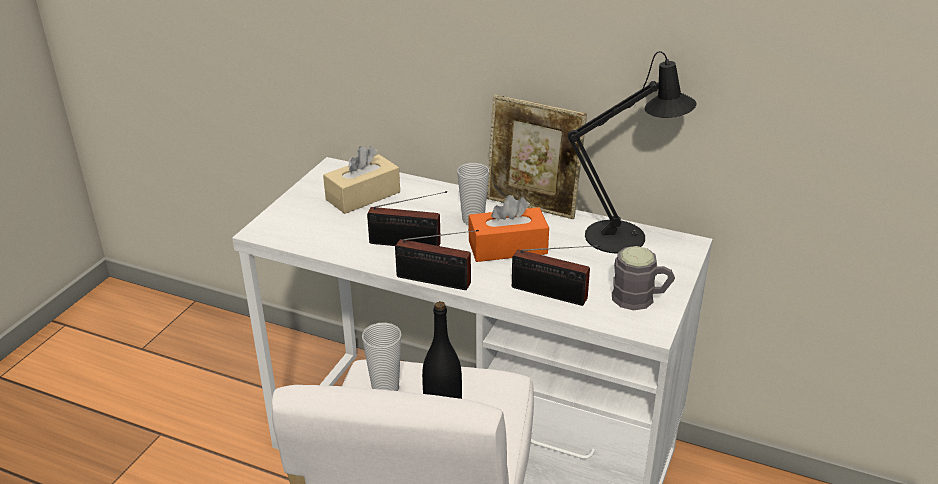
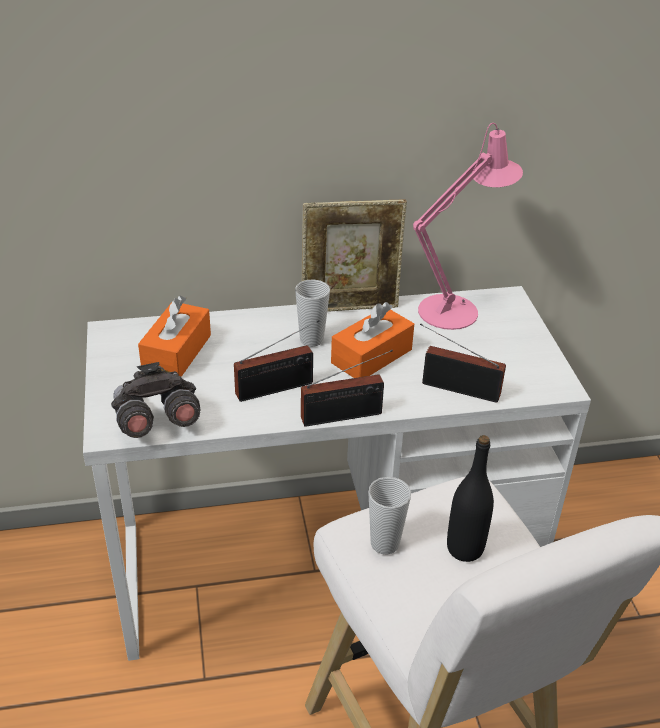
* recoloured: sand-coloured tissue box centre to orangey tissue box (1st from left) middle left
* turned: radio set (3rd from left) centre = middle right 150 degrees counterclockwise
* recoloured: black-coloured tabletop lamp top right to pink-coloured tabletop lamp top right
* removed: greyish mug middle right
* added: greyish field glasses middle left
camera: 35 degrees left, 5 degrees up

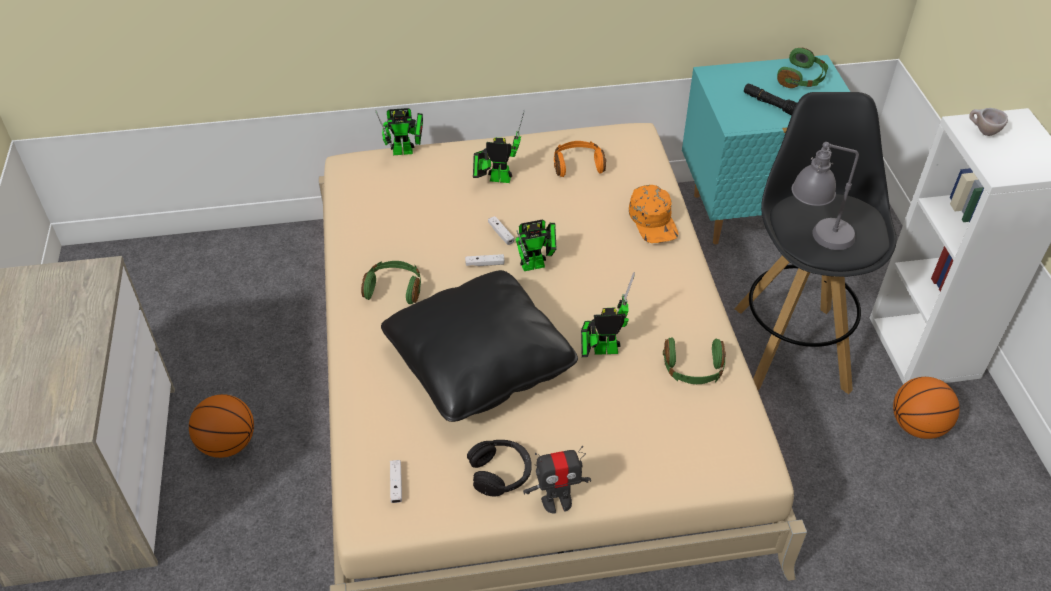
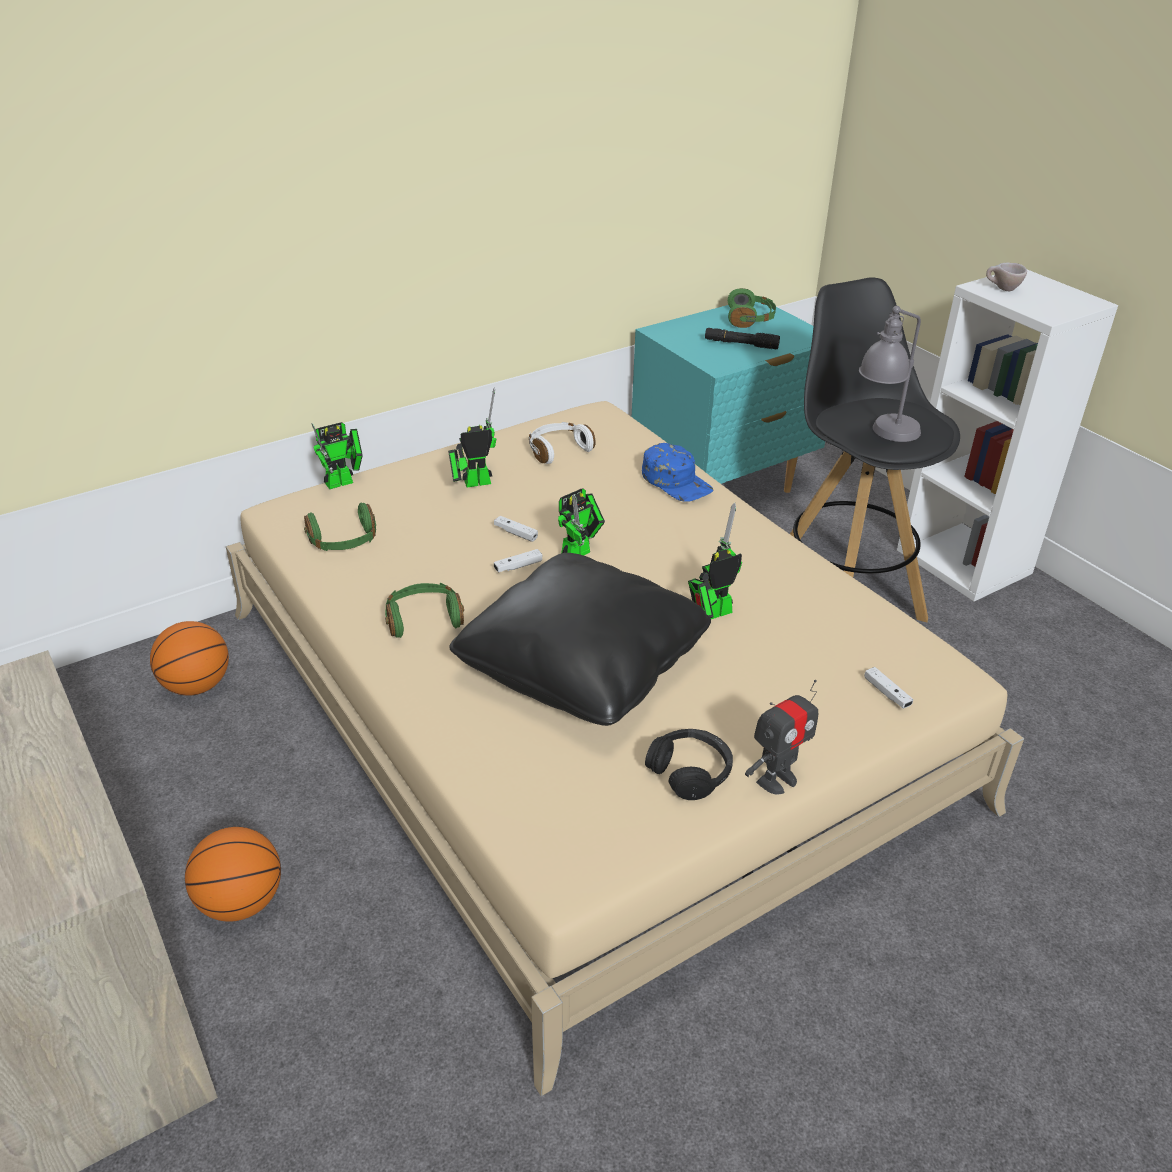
* moved: white joypad (1st from left in the first image) bottom centre to white joypad (3rd from left) middle right
* recoloured: orangey headphones top centre to white headphones centre
* recoloured: orangey peaked cap centre to bluish peaked cap centre
* moved: greenish headphones (2nd from left in the first image) centre to greenish headphones (1st from left) middle left
* moved: ball for basketball (2nd from left in the first image) bottom right to ball for basketball (1st from left) middle left
camera: 25 degrees left, 10 degrees down

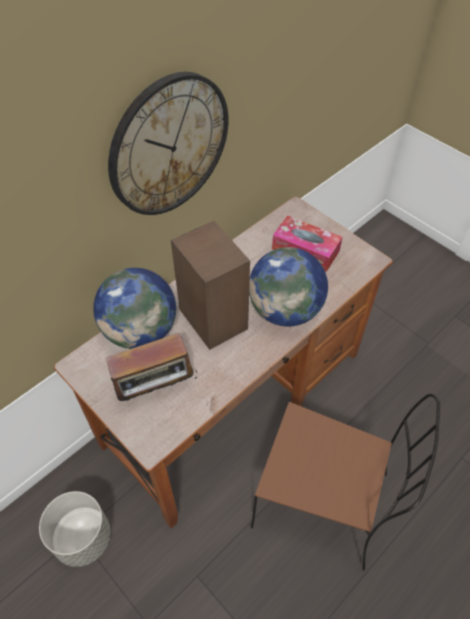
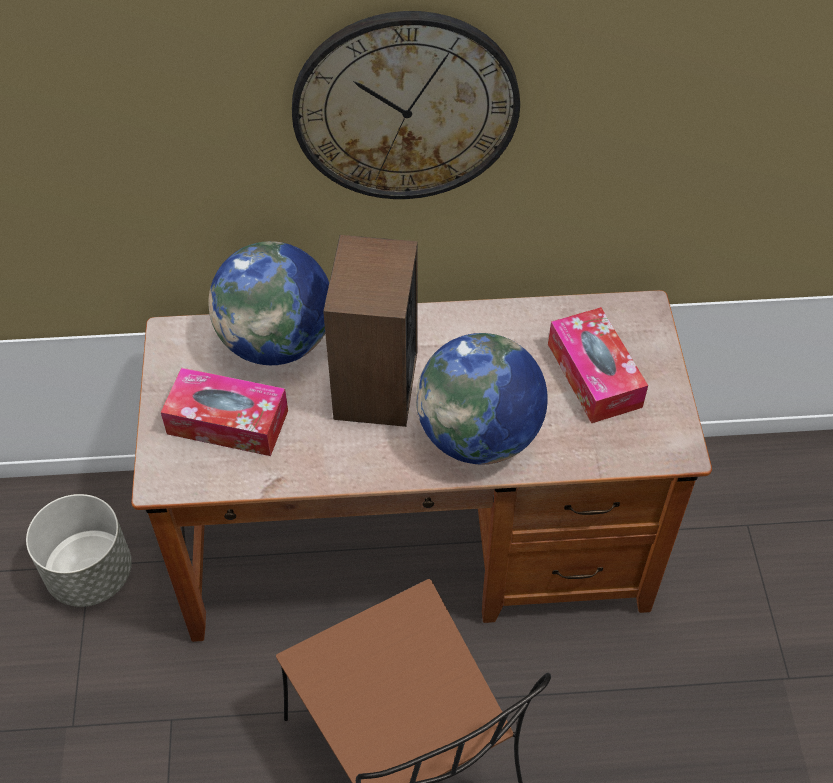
* replaced: radio set middle left to tissue box (1st from left) middle left
camera: 40 degrees right, 0 degrees up

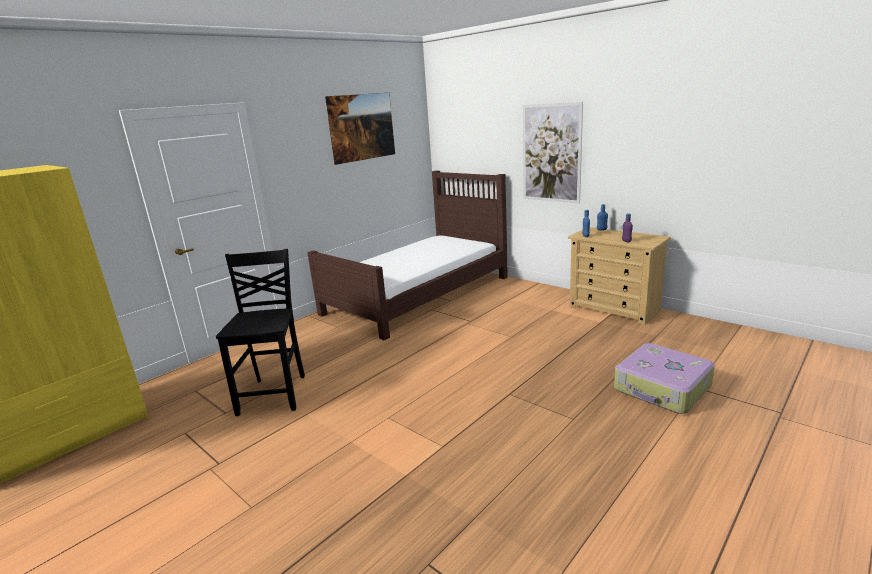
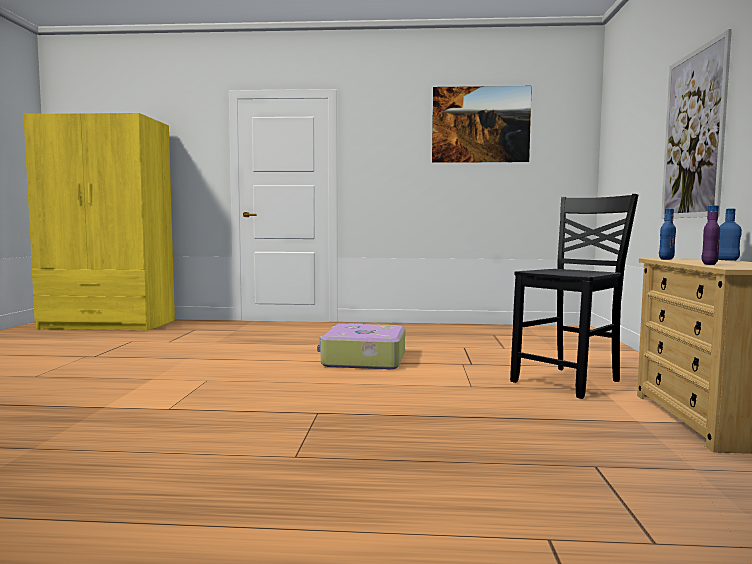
* moved: black-coloured plain chair middle left to middle right
* removed: brown-coloured bed centre
* moved: suitcase middle right to centre
camera: 50 degrees right, 15 degrees down

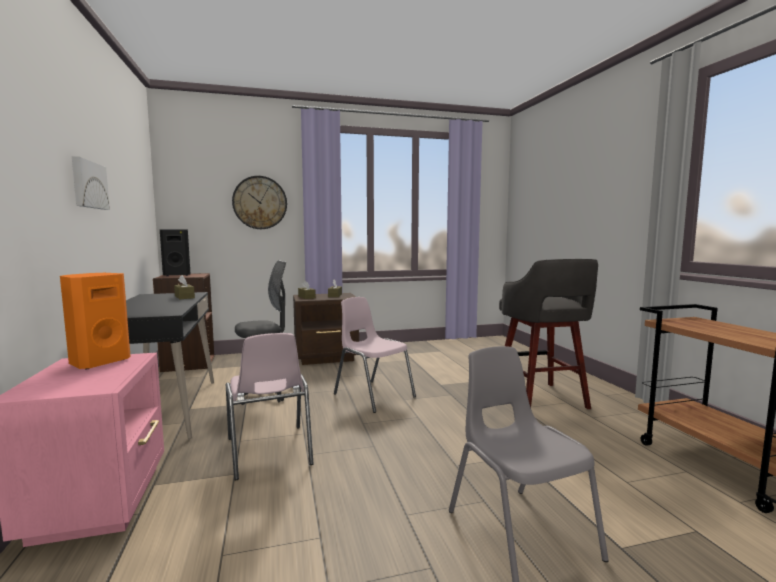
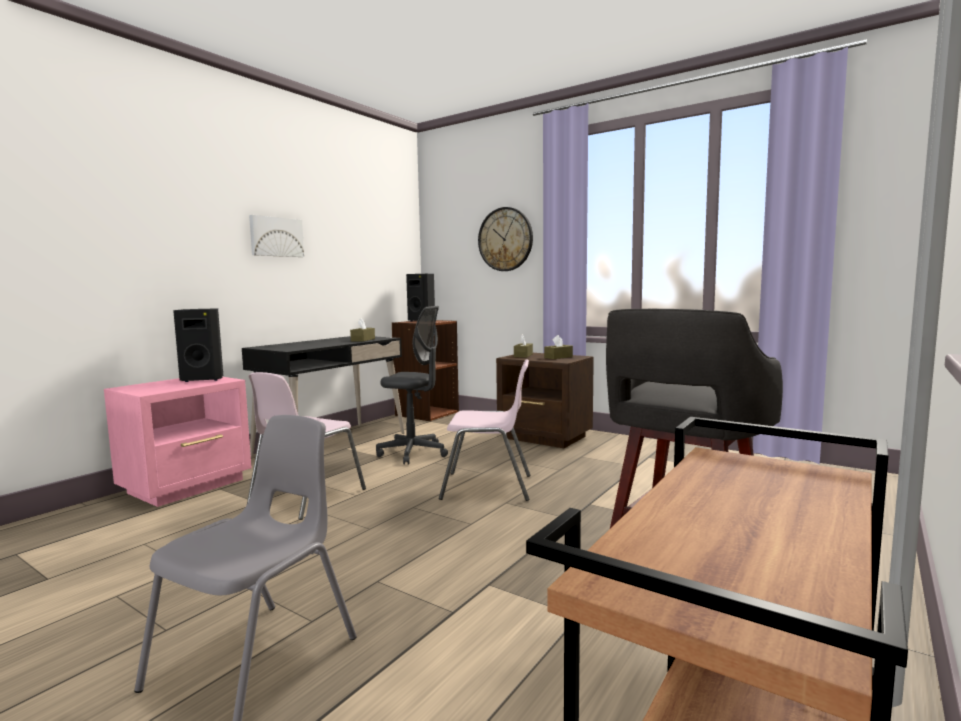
* recoloured: orangey audio speaker middle left to black-coloured audio speaker (1st from left) middle left
* turned: pink-coloured plain chair (2nd from left) centre = centre 90 degrees clockwise
camera: 50 degrees right, 0 degrees up

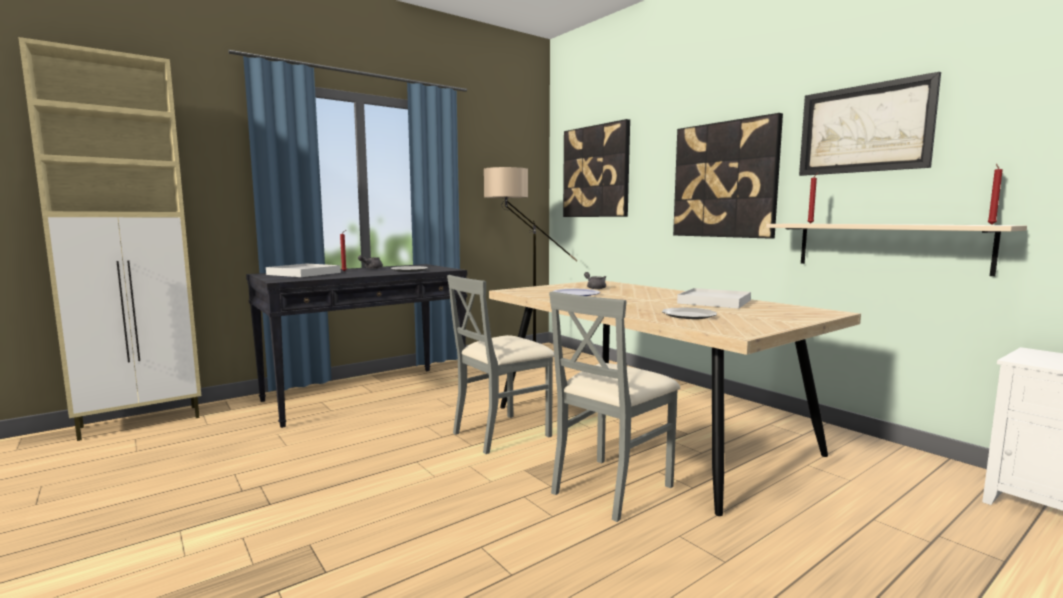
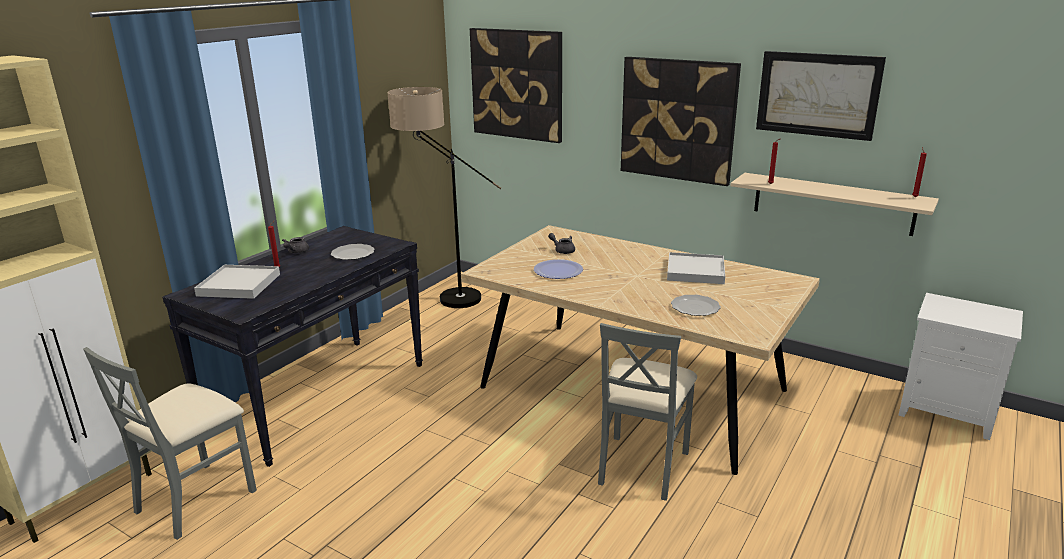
* moved: greyish plain chair (1st from left) centre to bottom left
camera: 20 degrees left, 15 degrees up

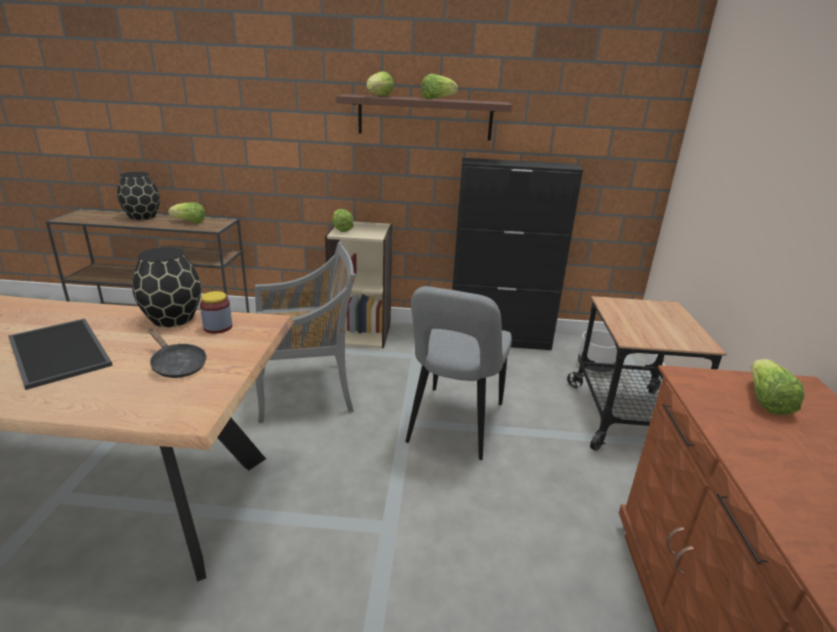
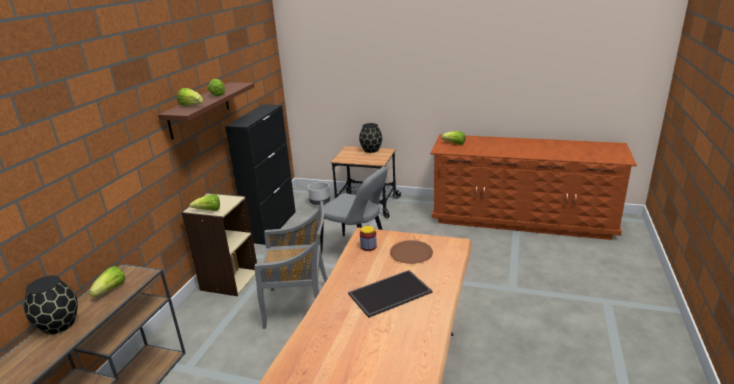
* moved: black-coloured flower vase (2nd from left) middle left to centre
* replaced: black-coloured frying pan middle left to brown-coloured plate centre
* turned: greyish plain chair (1st from left) centre = bottom centre 90 degrees clockwise
camera: 75 degrees left, 0 degrees up

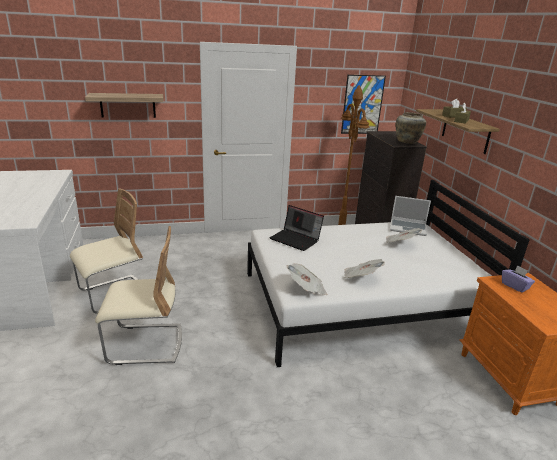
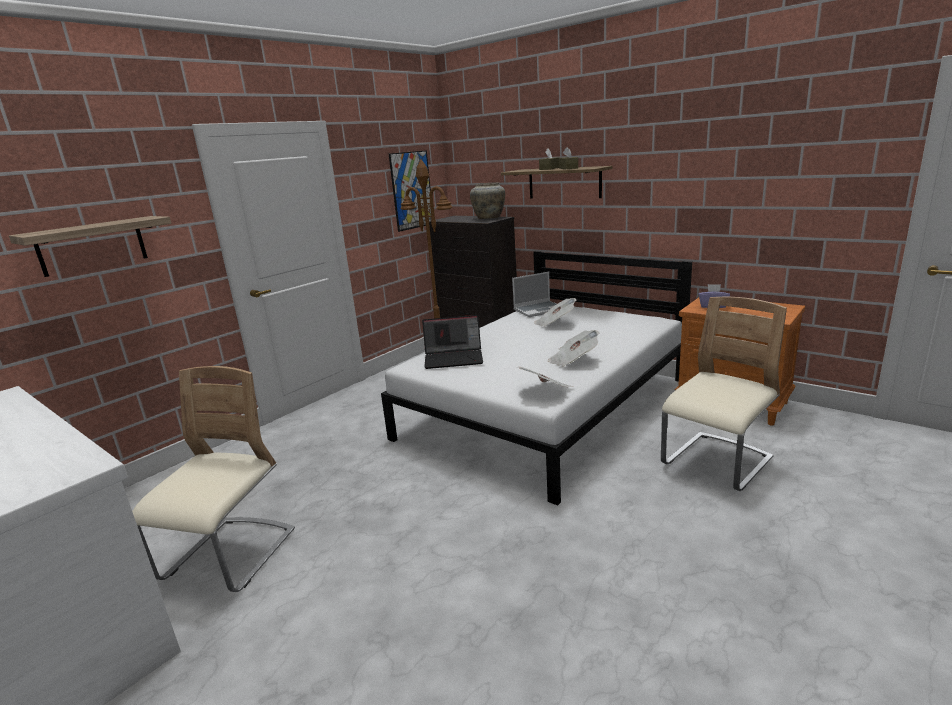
* moved: sand-coloured plain chair (2nd from left) middle left to middle right
camera: 35 degrees left, 5 degrees down

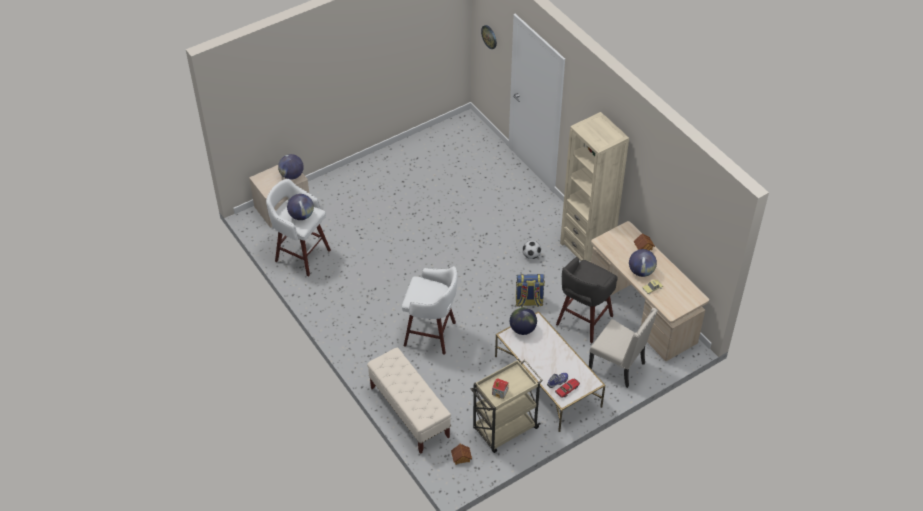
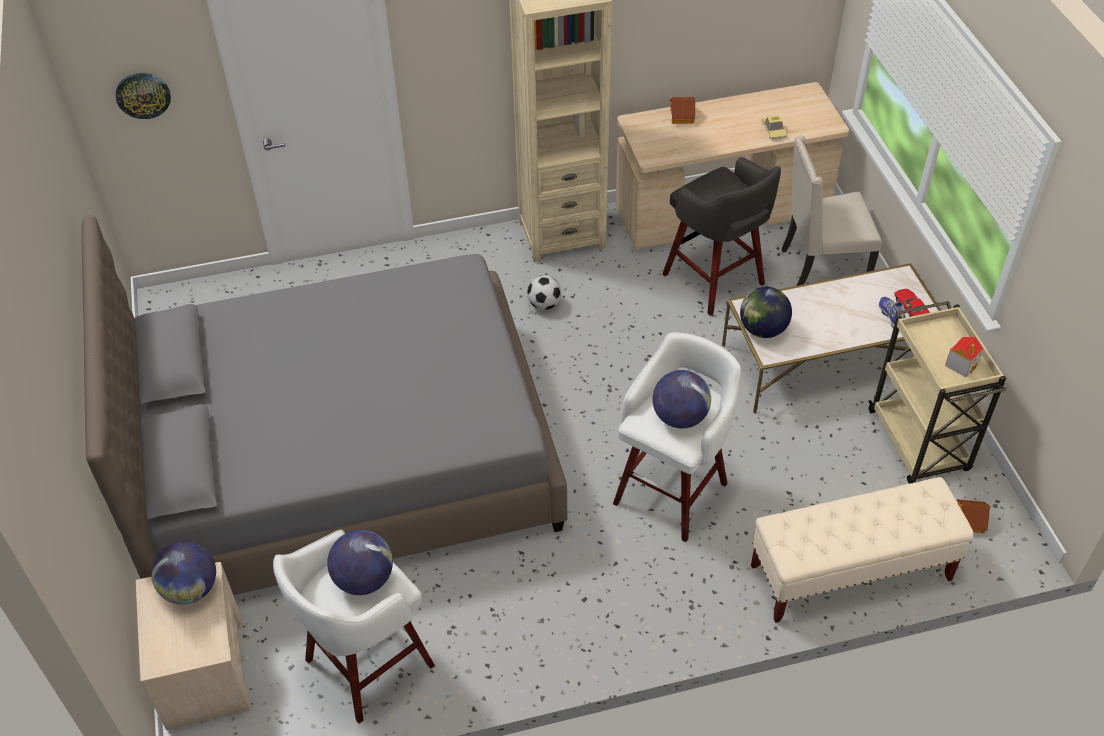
* removed: backpack centre
* turned: sand-coloured plain chair bottom right = top right 150 degrees counterclockwise
* moved: globe (4th from left in the first image) middle right to globe (3rd from left) centre
* added: greyish bed middle left
camera: 70 degrees left, 0 degrees up

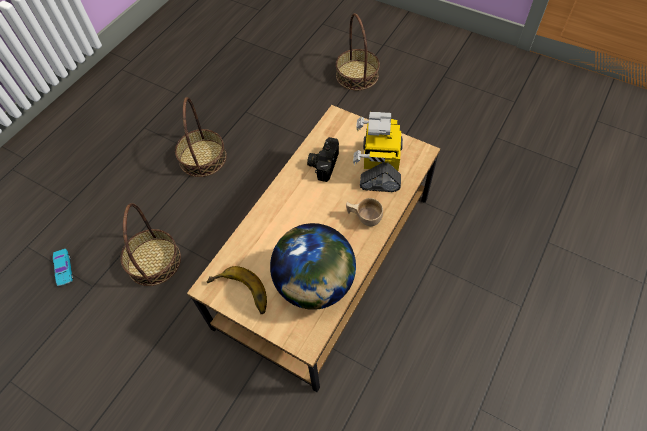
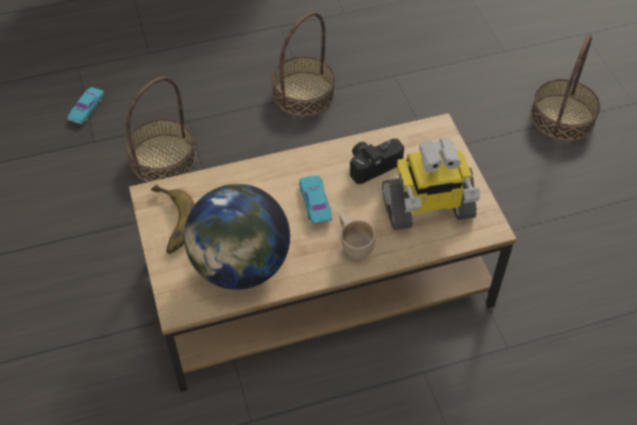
* turned: robot figure centre = middle right 150 degrees counterclockwise
* added: turquoise toy car (2nd from left) centre
camera: 40 degrees right, 5 degrees down

